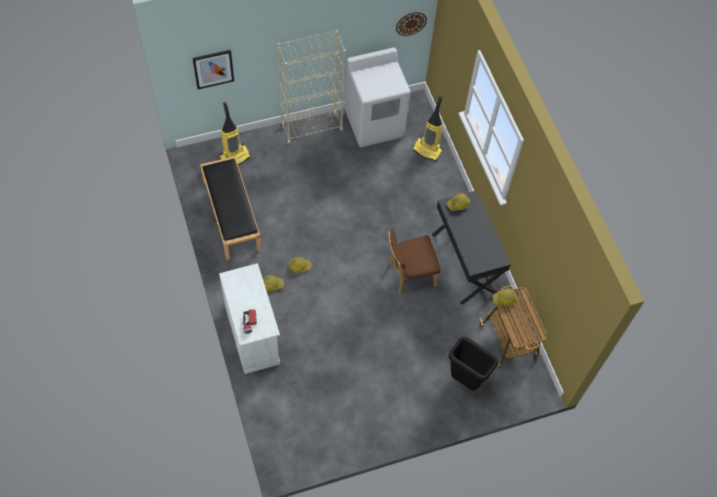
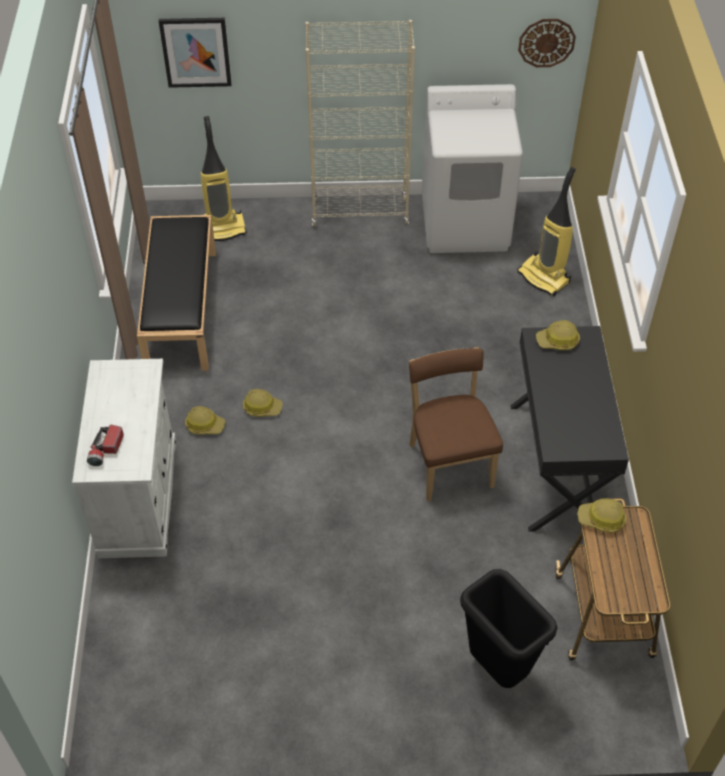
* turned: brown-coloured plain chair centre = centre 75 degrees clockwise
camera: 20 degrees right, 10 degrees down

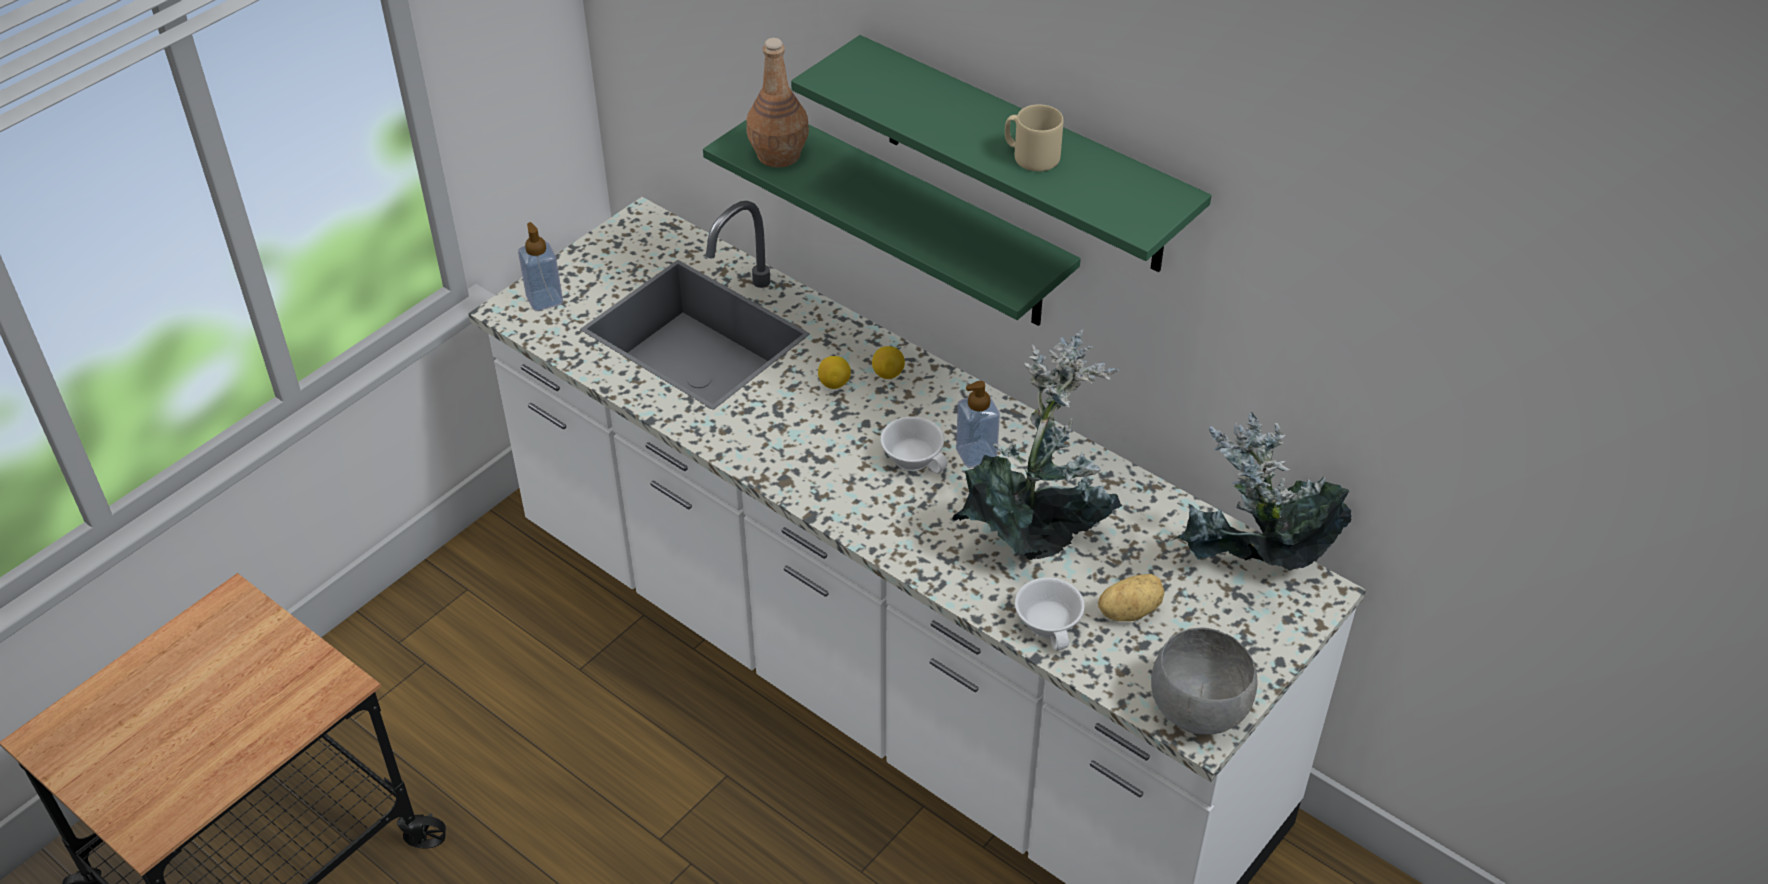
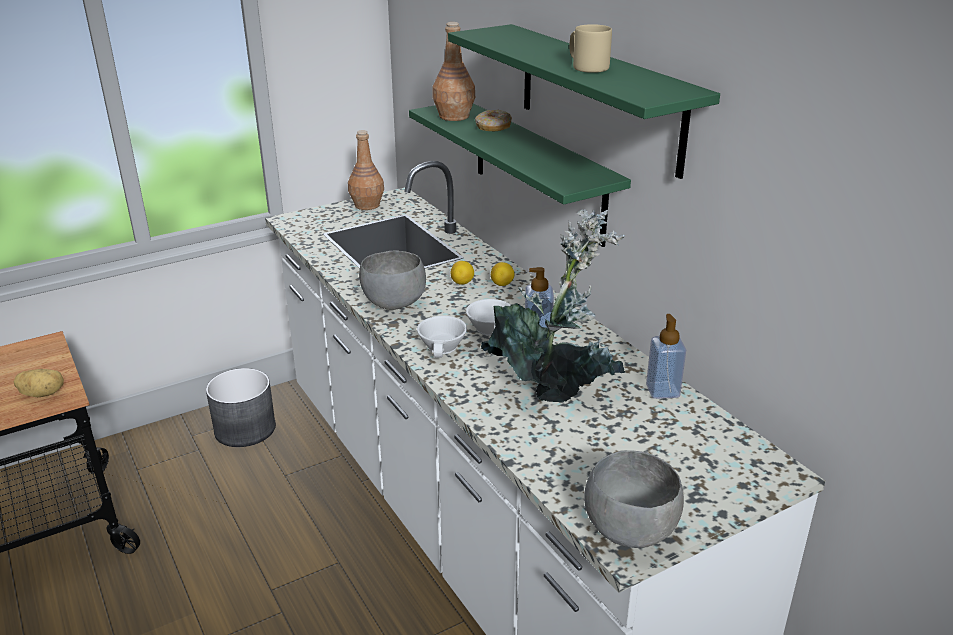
* moved: liquid soap bottle (1st from left in the first image) top left to liquid soap bottle (2nd from left) middle right
* moved: white small cup (2nd from left in the first image) bottom centre to white small cup (1st from left) centre
* moved: spud bottom centre to middle left
* removed: houseplant (2nd from left) middle right
* added: greyish plant pot middle left
* added: brown-coloured bottle (1st from left) top centre
* added: greyish serving bowl (1st from left) centre
* added: ring doughnut top centre
camera: 20 degrees right, 15 degrees down

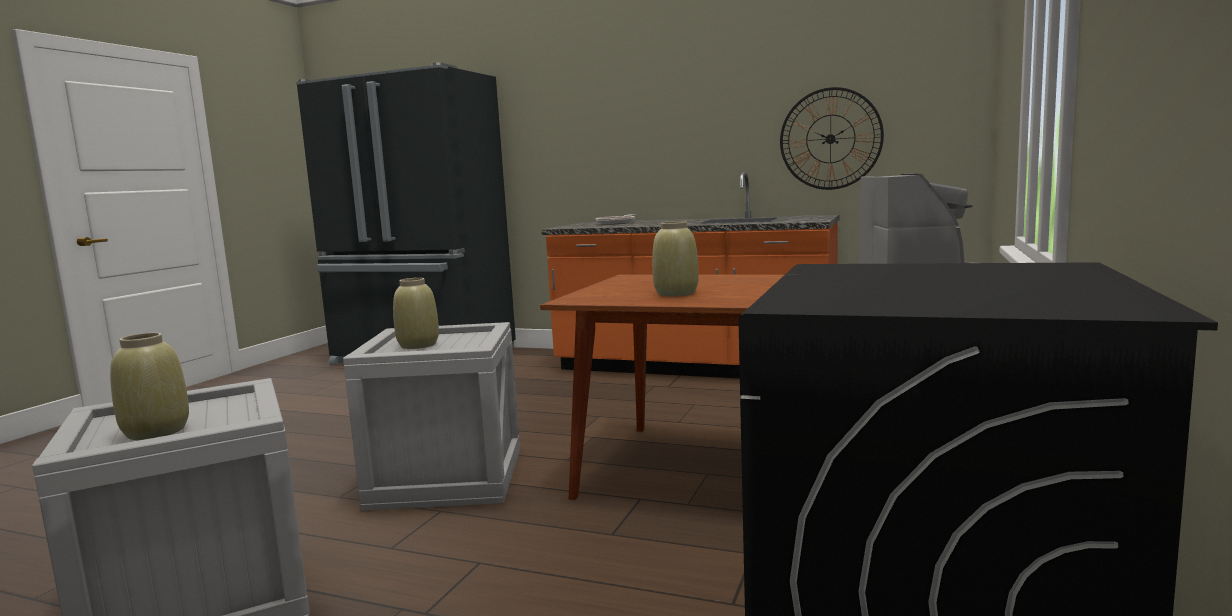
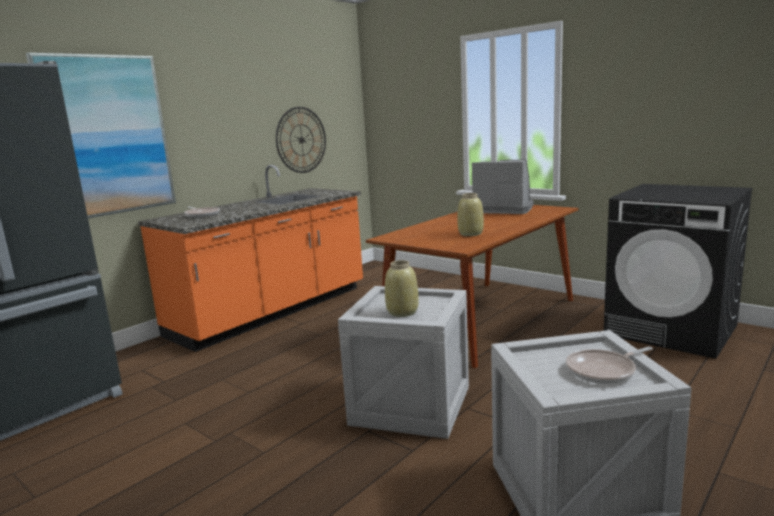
* replaced: sand-coloured flower vase (1st from left) middle left to frying pan (2nd from left) bottom right
* added: wall art top left
camera: 70 degrees left, 5 degrees up

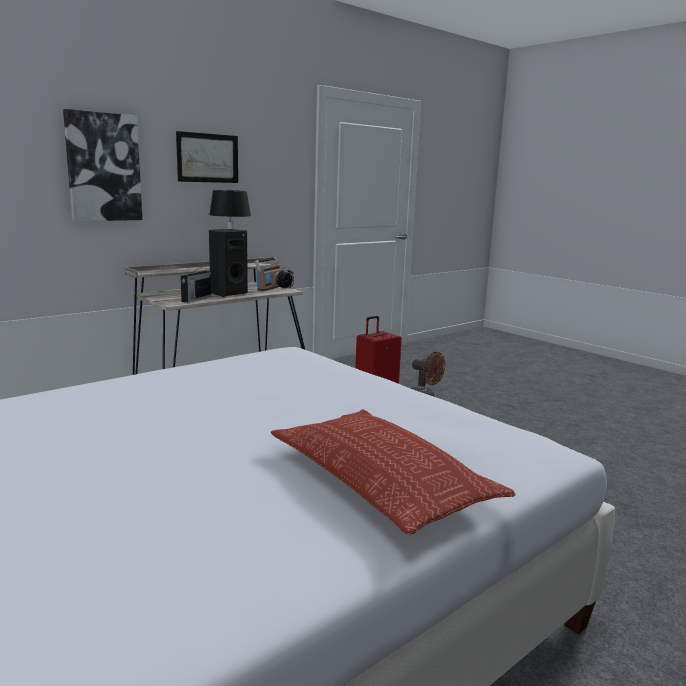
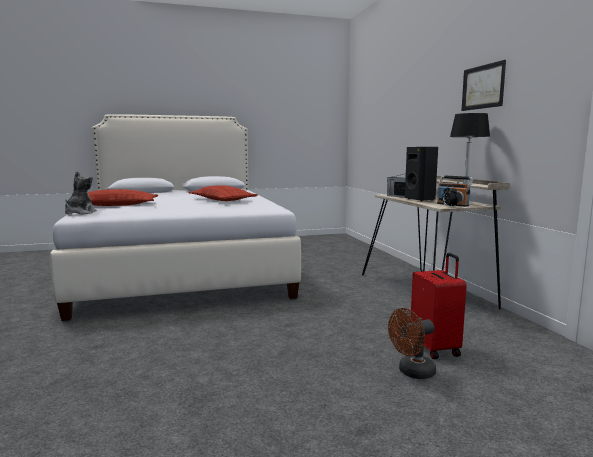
* removed: wall art (1st from left) top left
* added: plush toy middle left
* added: throw pillow (2nd from left) centre
camera: 115 degrees right, 5 degrees down

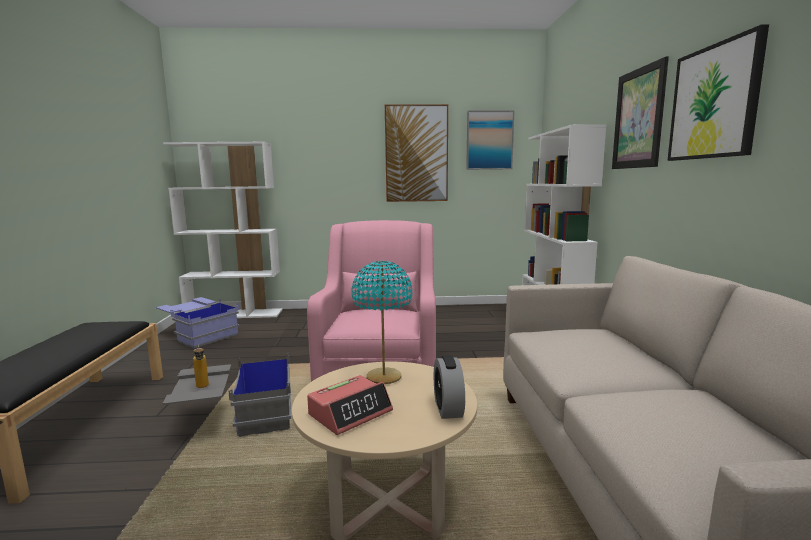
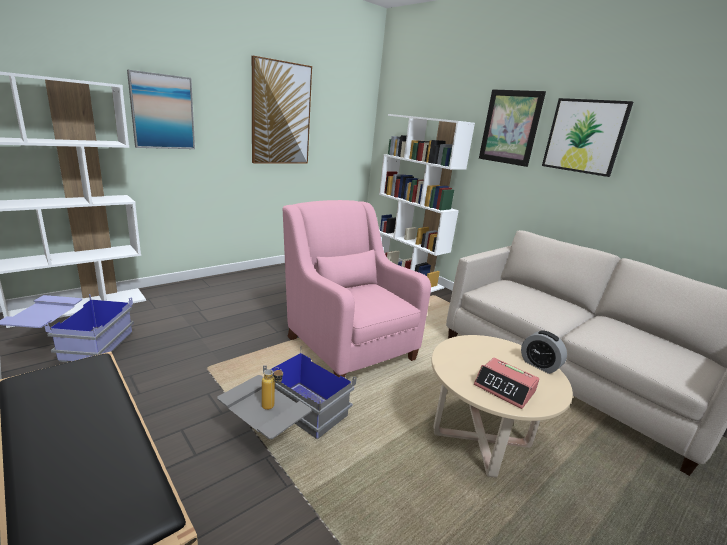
* turned: table clock (1st from left) bottom centre = bottom right 120 degrees clockwise
* removed: turquoise tabletop lamp centre
* moved: wall art (2nd from left in the first image) top centre to wall art (1st from left) top left
camera: 40 degrees left, 10 degrees up

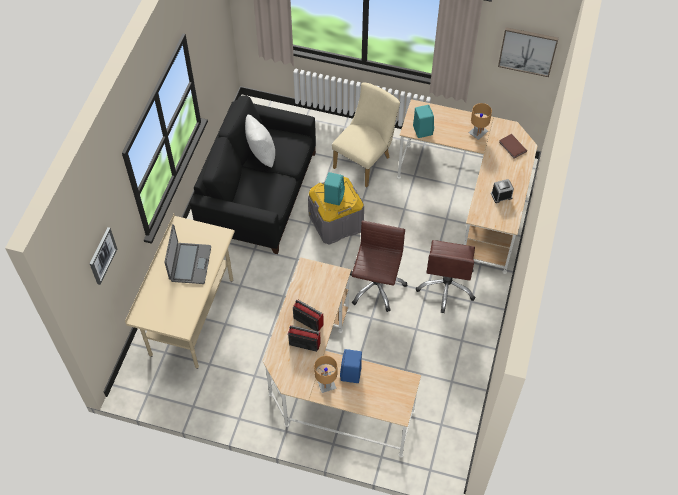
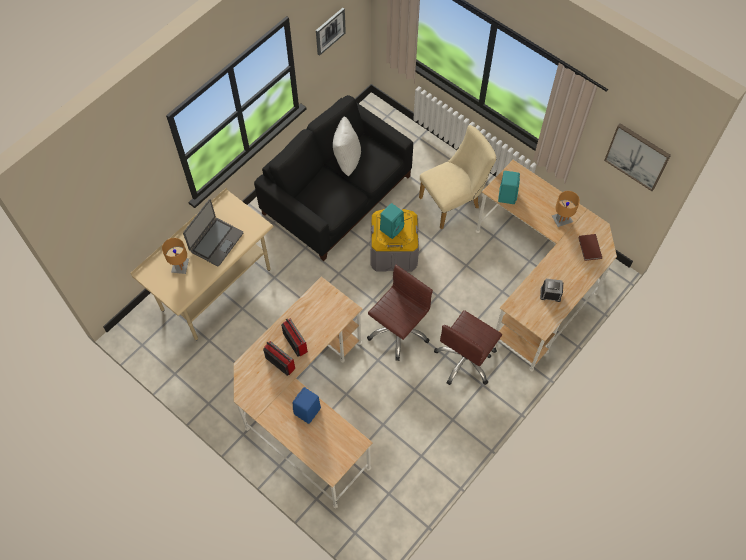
* moved: wall art (1st from left) middle left to top centre
* moved: brown-coloured tabletop lamp (1st from left) bottom centre to middle left
camera: 25 degrees right, 5 degrees up

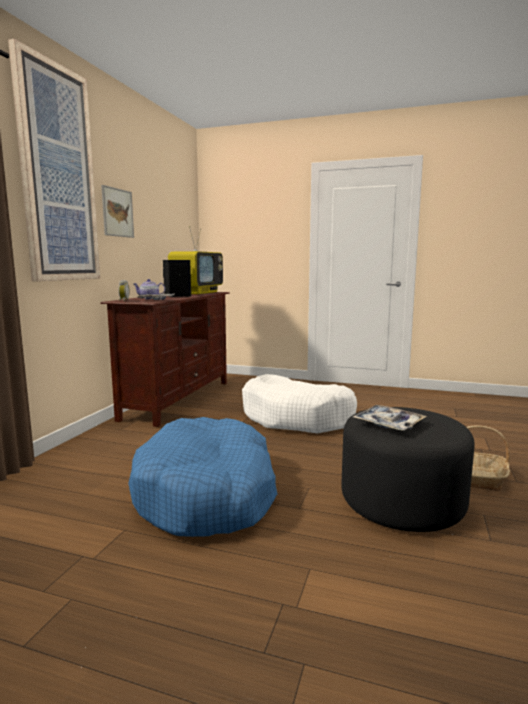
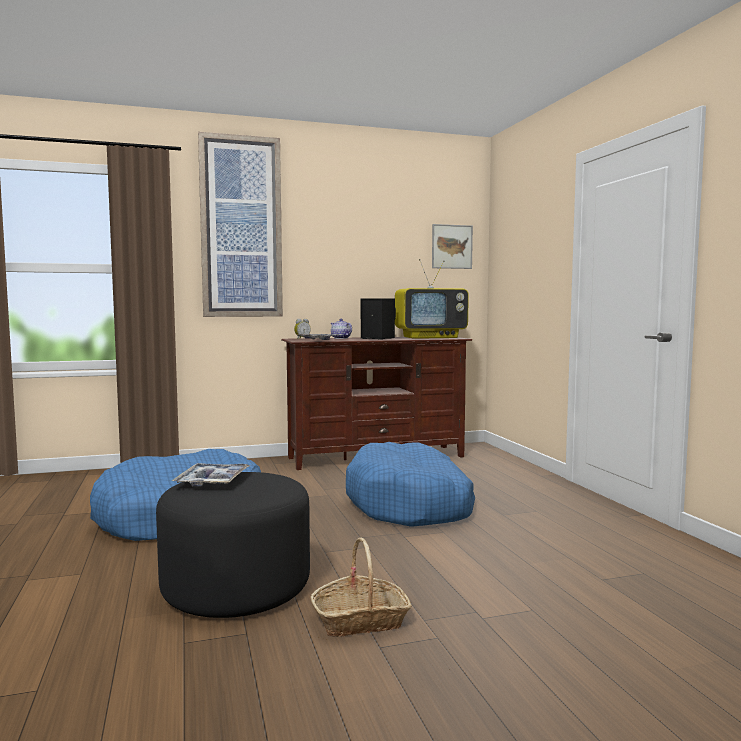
* moved: wall art (2nd from left) top left to top centre
* recoloured: white dog cushion centre to bluish dog cushion (2nd from left) centre
camera: 55 degrees right, 5 degrees down

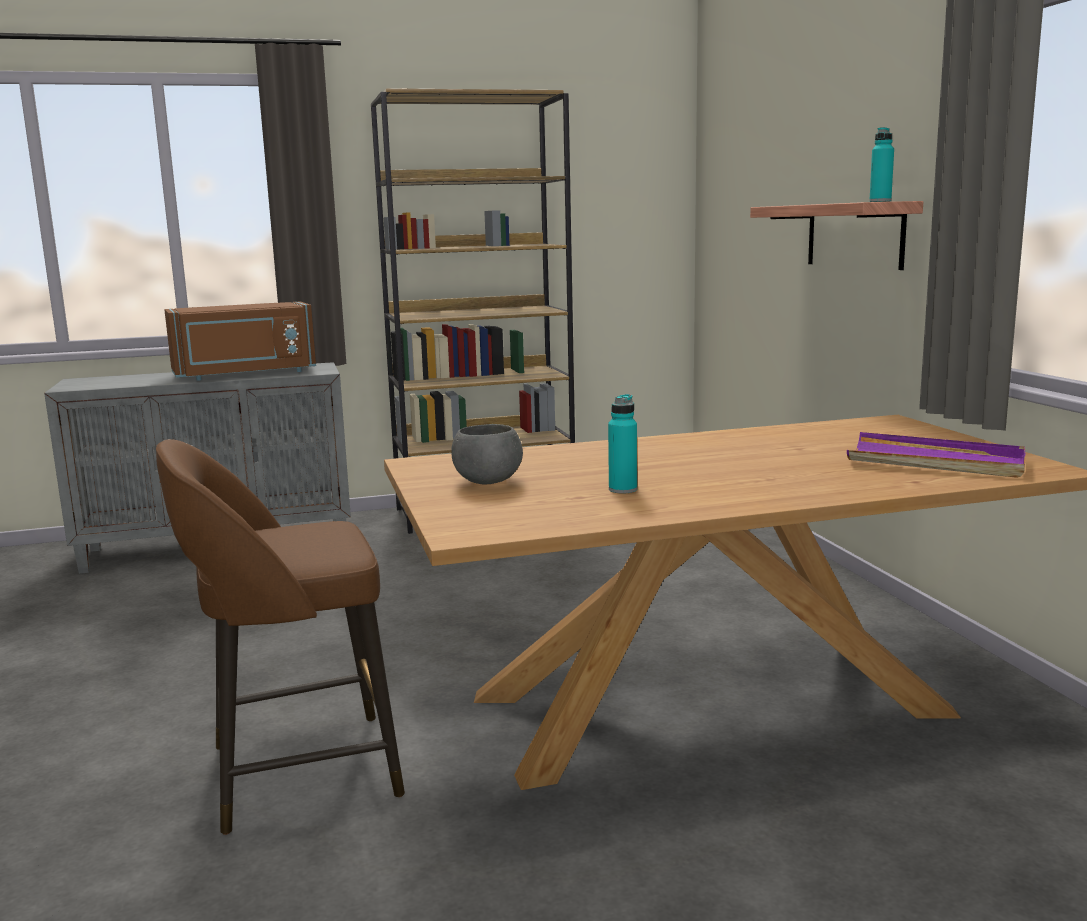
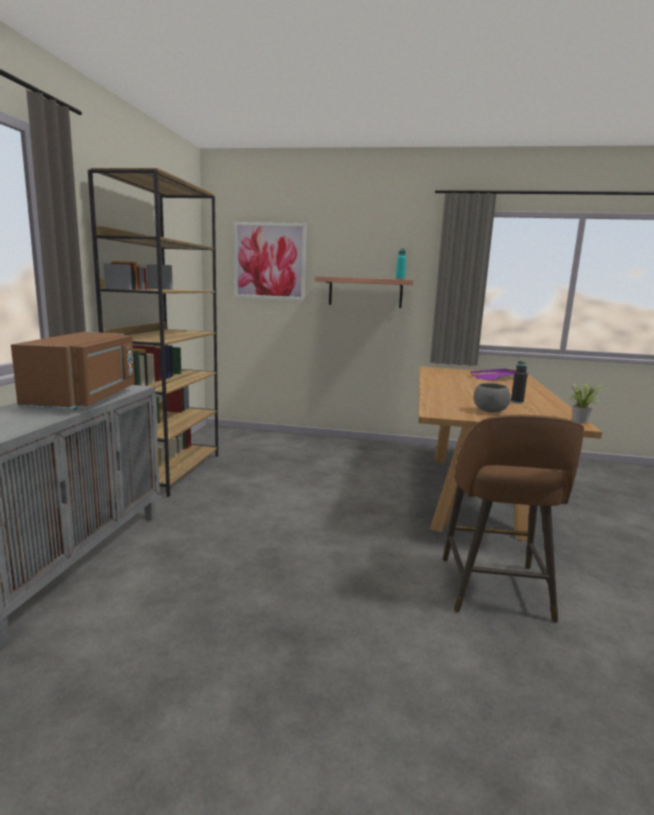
* recoloured: turquoise bottle (1st from left) centre to black-coloured bottle middle right
* added: wall art top centre
* added: houseplant middle right
camera: 65 degrees left, 0 degrees up

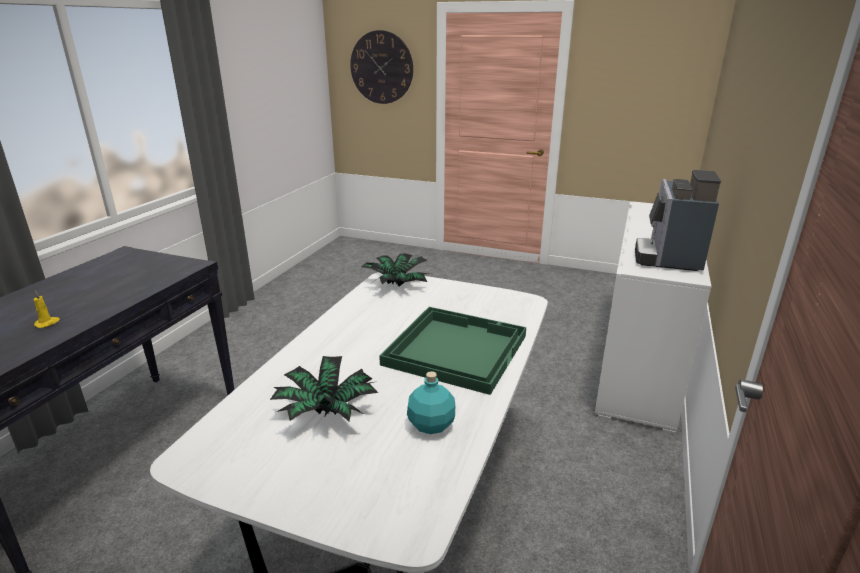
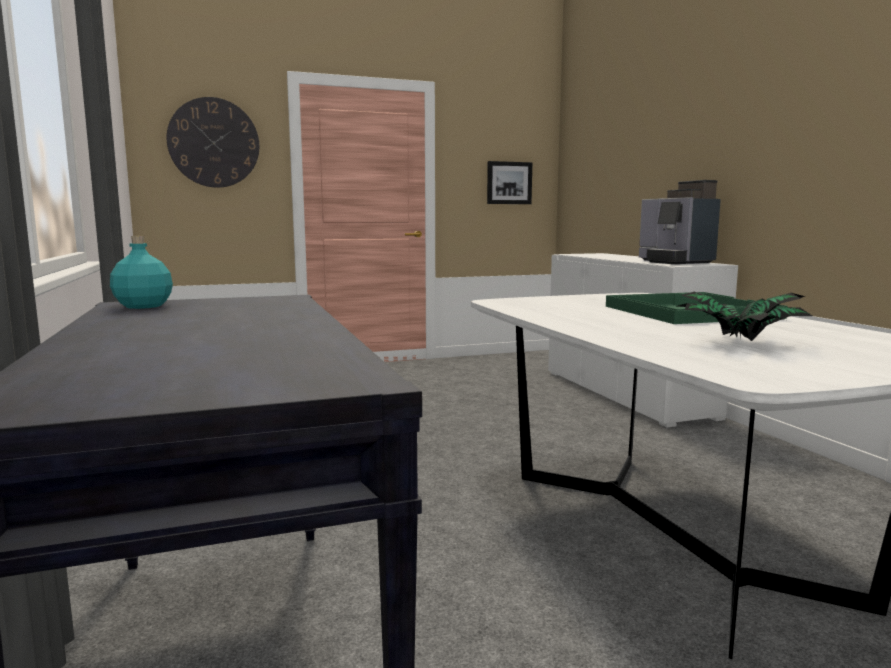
* removed: yellow-coloured candle middle left
* removed: houseplant (2nd from left) centre
* moved: turquoise bottle bottom centre to middle left
* added: wall art top centre
camera: 40 degrees left, 15 degrees down

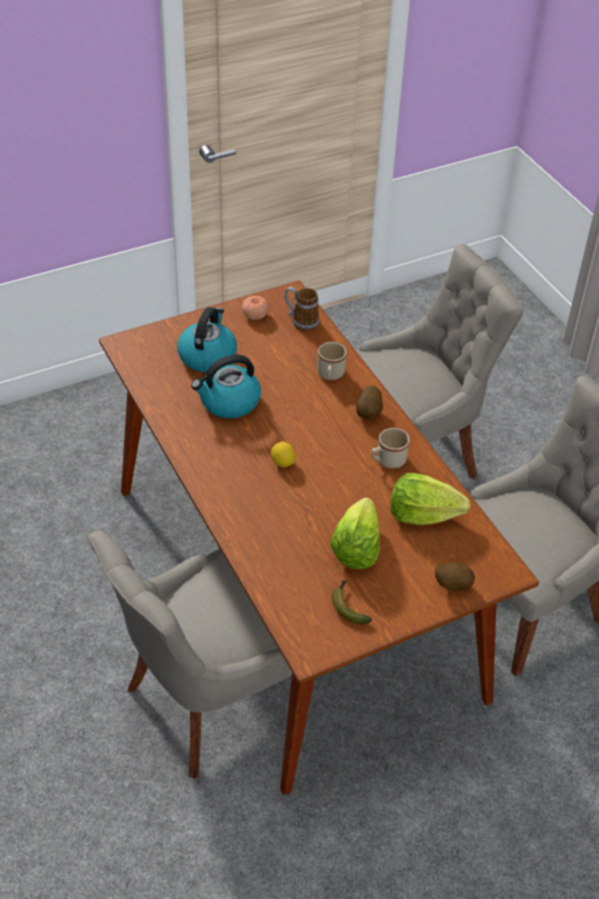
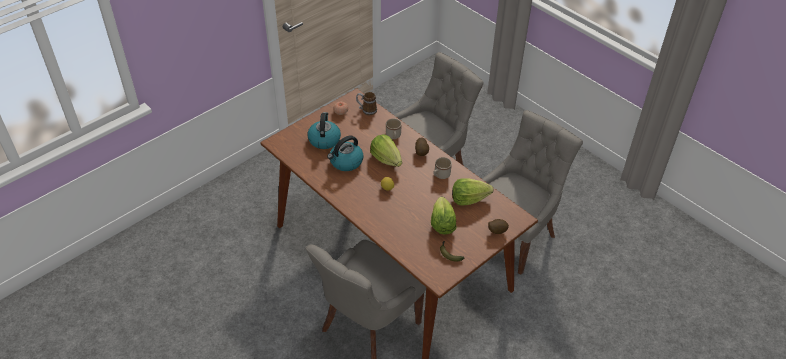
* added: head of lettuce (1st from left) centre
camera: 15 degrees left, 0 degrees up

